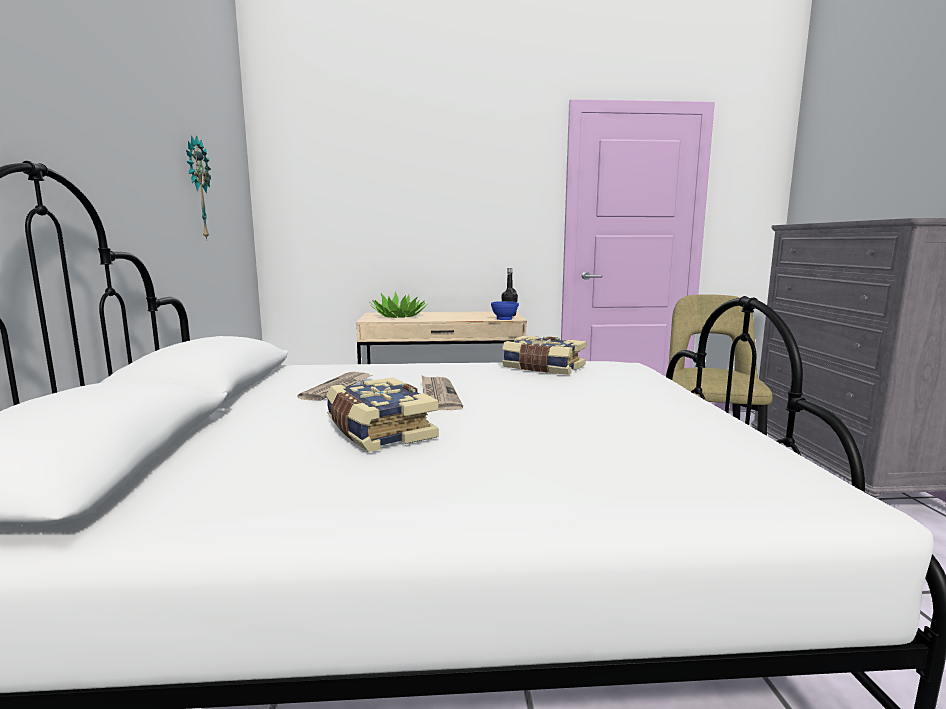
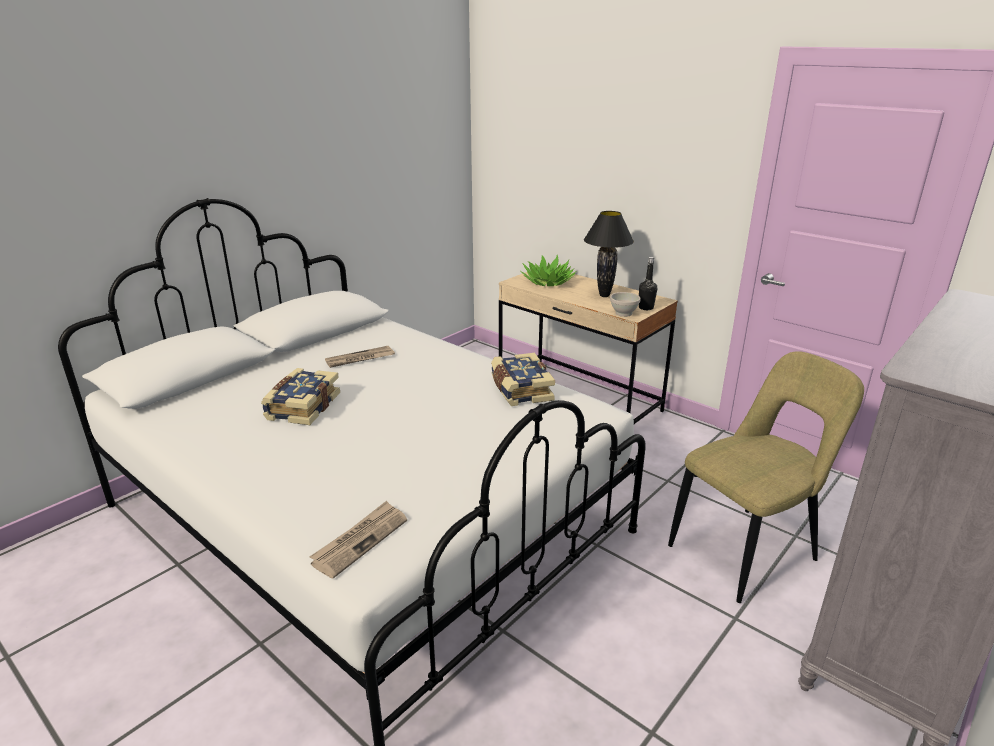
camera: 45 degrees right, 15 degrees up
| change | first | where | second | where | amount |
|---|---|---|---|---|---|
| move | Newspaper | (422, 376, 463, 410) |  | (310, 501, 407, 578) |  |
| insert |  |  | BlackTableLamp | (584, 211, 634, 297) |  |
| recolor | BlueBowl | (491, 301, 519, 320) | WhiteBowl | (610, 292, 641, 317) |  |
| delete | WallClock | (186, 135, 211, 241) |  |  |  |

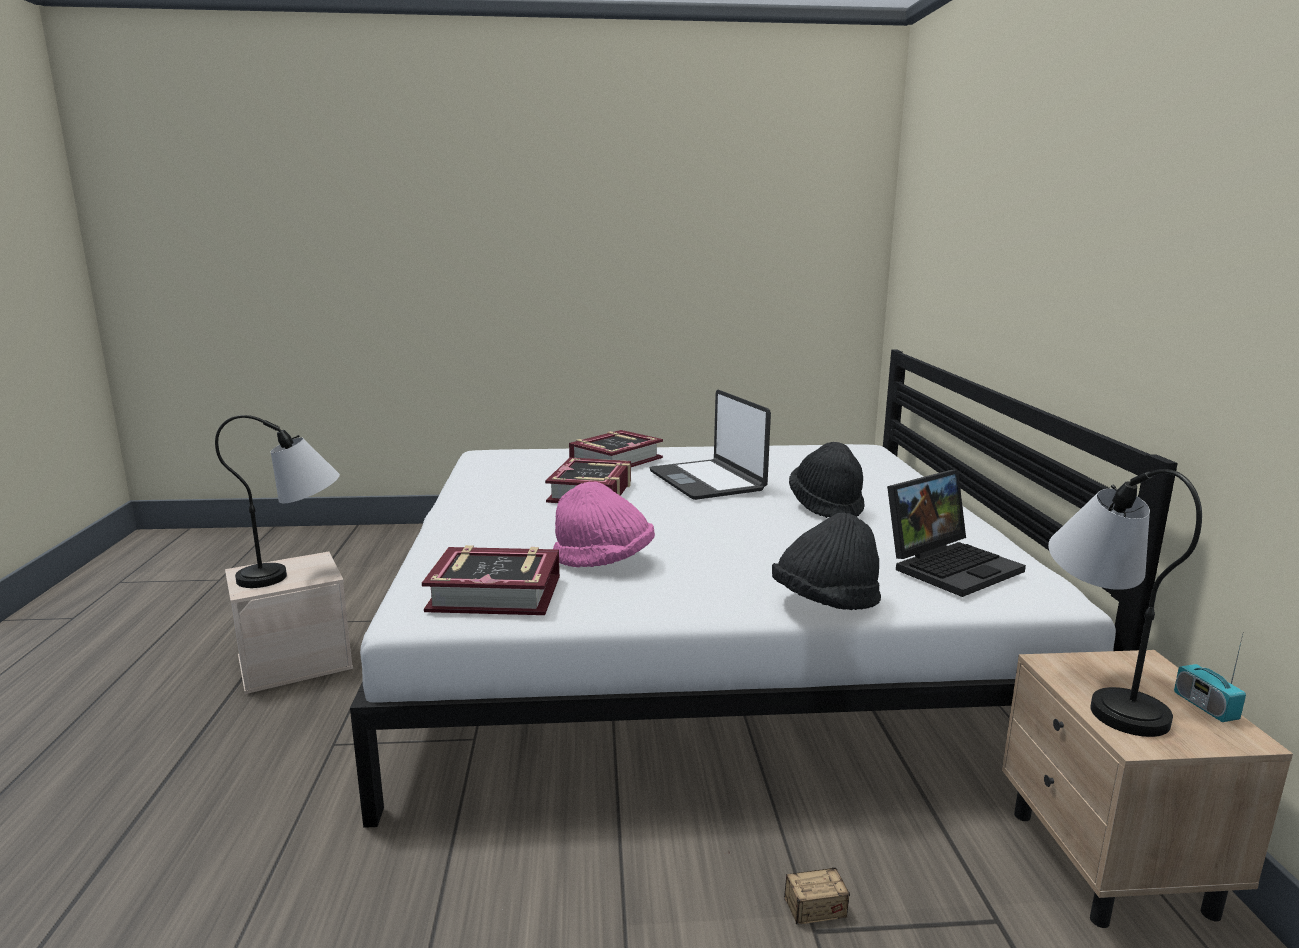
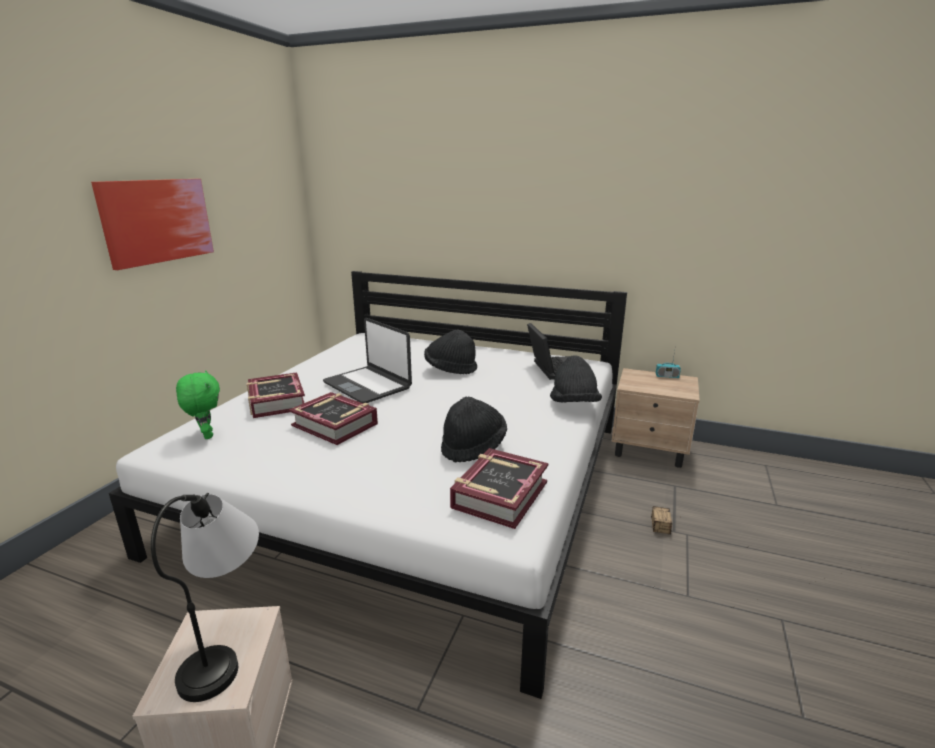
camera: 65 degrees left, 5 degrees up
| change | first | where | second | where | amount |
|---|---|---|---|---|---|
| insert |  |  | Picture | (91, 179, 214, 270) |  |
| insert |  |  | GreenPlushToy | (176, 370, 220, 439) |  |
| rotate | Laptop | (650, 390, 771, 500) |  | (323, 318, 412, 403) | 45 degrees clockwise |
| recolor | PinkHat | (553, 481, 655, 568) | BlackHat | (441, 396, 507, 463) |  |
| delete | TableLamp | (1048, 469, 1202, 737) |  |  |  |

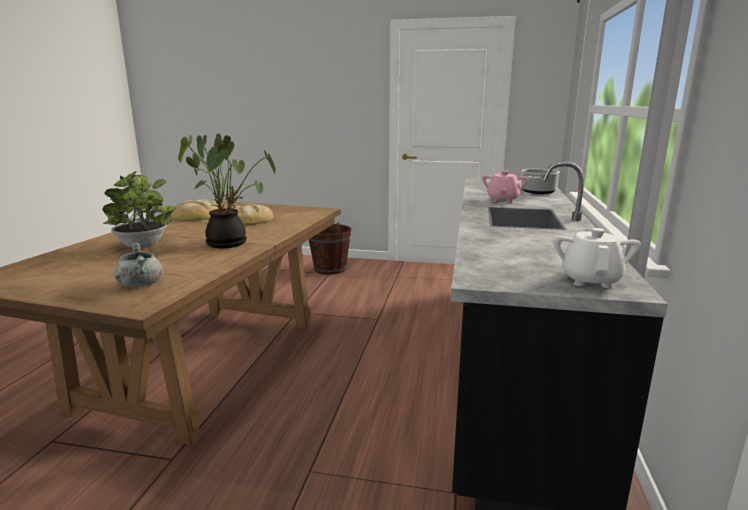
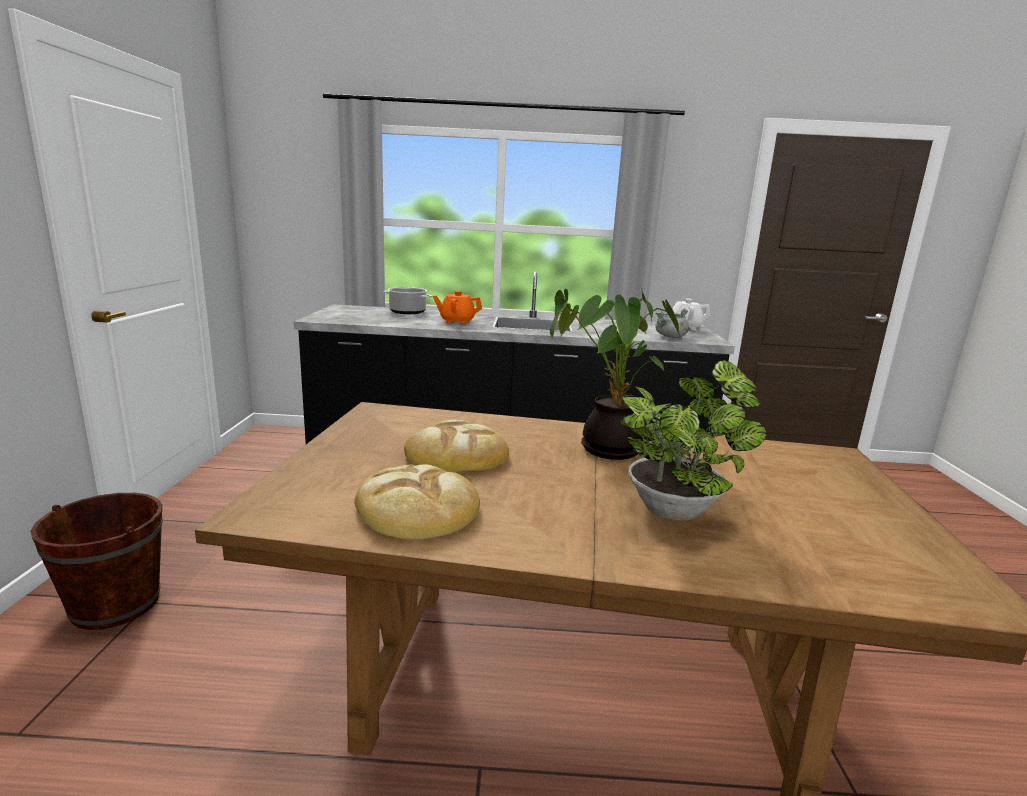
camera: 100 degrees left, 0 degrees up
| change | first | where | second | where | amount |
|---|---|---|---|---|---|
| recolor | PinkTeapot | (482, 170, 528, 203) | OrangeTeapot | (433, 291, 482, 325) |  |
| move | GreyCookingPot | (114, 243, 163, 287) |  | (655, 309, 689, 338) |  |

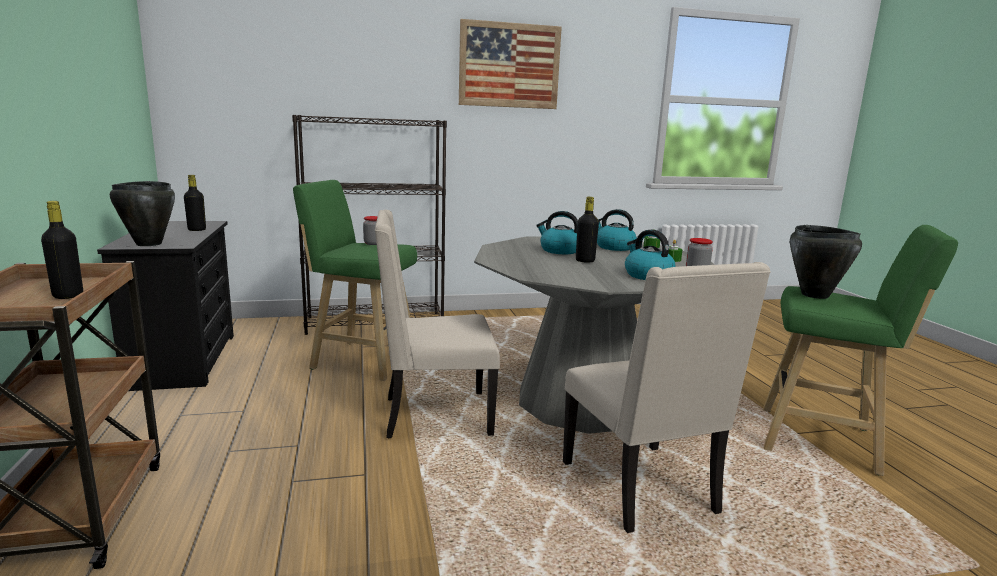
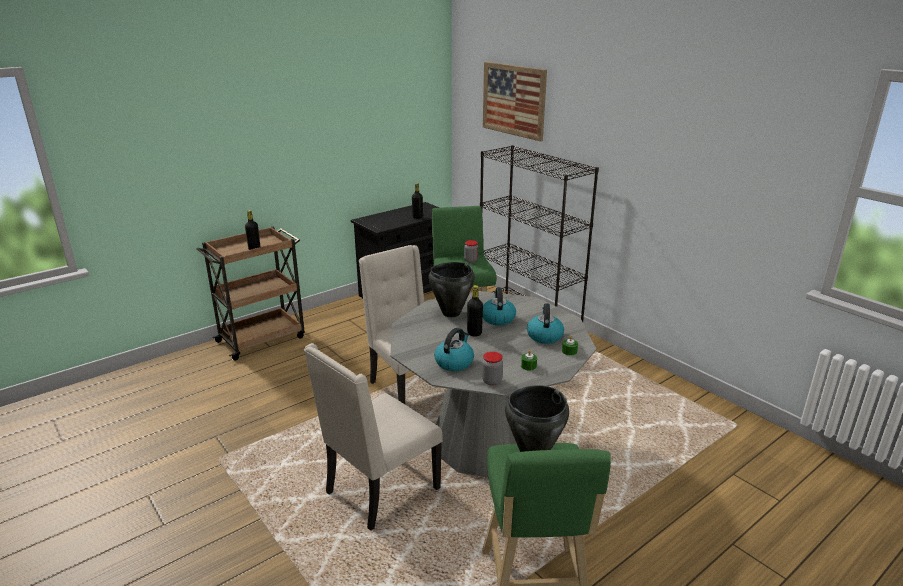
camera: 65 degrees right, 10 degrees up
| change | first | where | second | where | amount |
|---|---|---|---|---|---|
| move | BlackCookingPot | (110, 181, 175, 246) |  | (428, 262, 475, 317) |  |
| move | Picture | (459, 19, 562, 109) |  | (483, 62, 547, 142) |  |

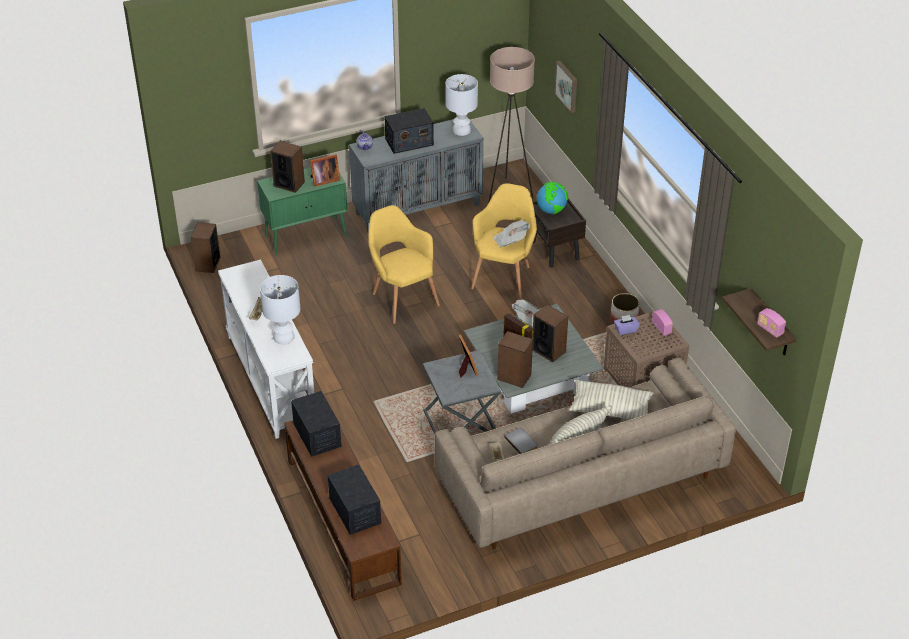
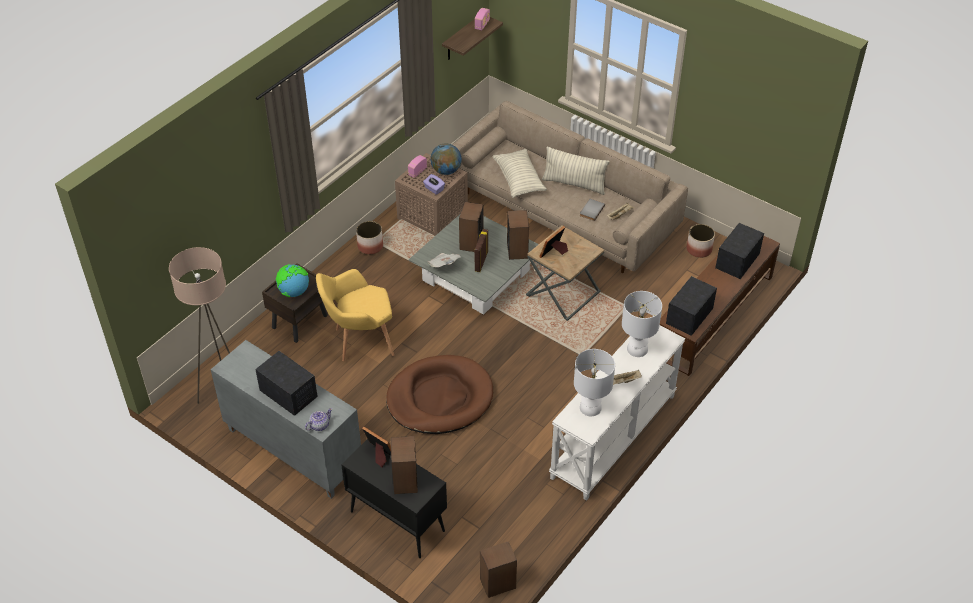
camera: 120 degrees left, 5 degrees up
| change | first | where | second | where | amount |
|---|---|---|---|---|---|
| recolor | GreenCabinet | (257, 168, 348, 256) | BlackCabinet | (341, 439, 447, 558) |  |
| replace | YellowArmchair | (368, 205, 440, 324) | BrownDogBed | (386, 355, 493, 434) |  |
| insert |  |  | Globe | (430, 144, 462, 175) |  |
| recolor | GreySideTable | (423, 350, 501, 434) | BrownSideTable | (526, 226, 604, 321) |  |
| move | WhiteTableLamp | (445, 74, 478, 136) |  | (574, 349, 615, 416) |  |
| insert |  |  | Planter | (686, 224, 715, 258) |  |
| delete | Newspaper | (493, 220, 530, 248) |  |  |  |
| delete | Picture | (554, 61, 577, 113) |  |  |  |

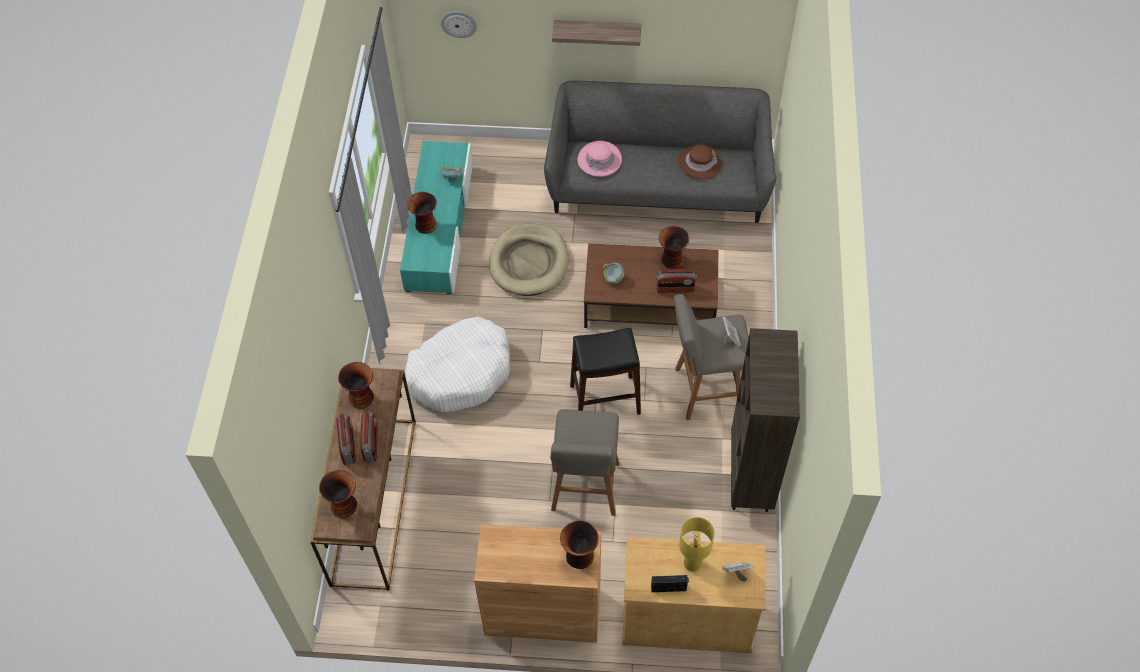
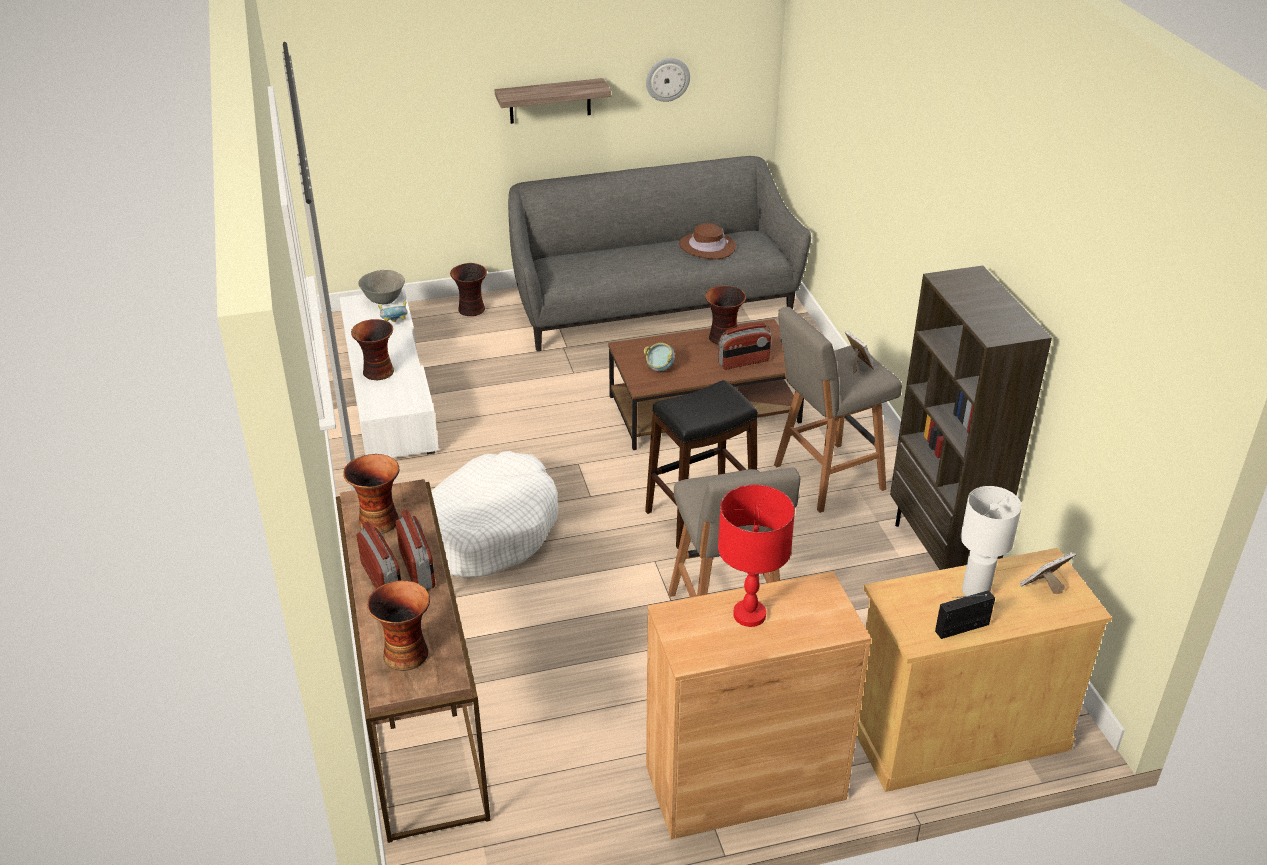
camera: 20 degrees left, 20 degrees down
| change | first | where | second | where | amount |
|---|---|---|---|---|---|
| recolor | TurquoiseTvStand | (400, 141, 473, 294) | WhiteTvStand | (339, 289, 439, 458) |  |
| insert |  |  | GreyBowl | (358, 270, 405, 304) |  |
| move | Vase | (560, 520, 599, 569) |  | (450, 263, 487, 316) |  |
| move | WallClock | (441, 11, 477, 38) |  | (646, 58, 690, 102) |  |
| insert |  |  | RedTableLamp | (718, 484, 795, 627) |  |
| recolor | YellowTableLamp | (679, 517, 715, 572) | WhiteTableLamp | (961, 486, 1022, 596) |  |
| delete | BeigeDogBed | (489, 224, 569, 296) |  |  |  |
| delete | PinkHat | (578, 141, 622, 177) |  |  |  |

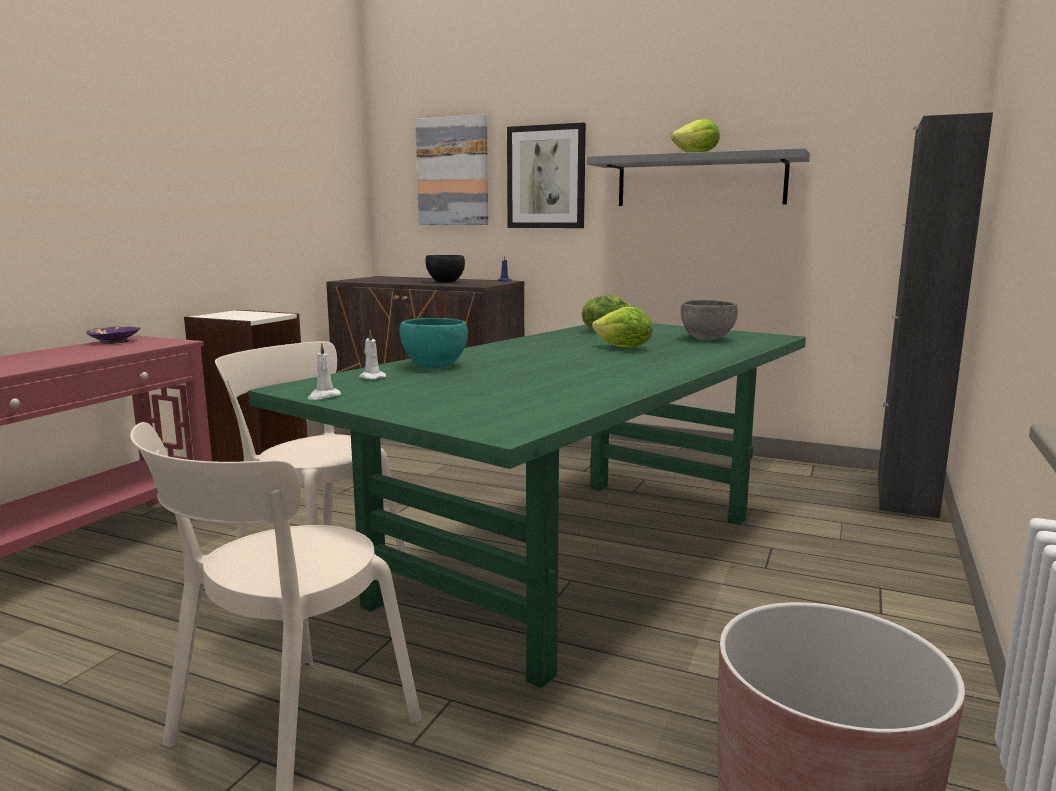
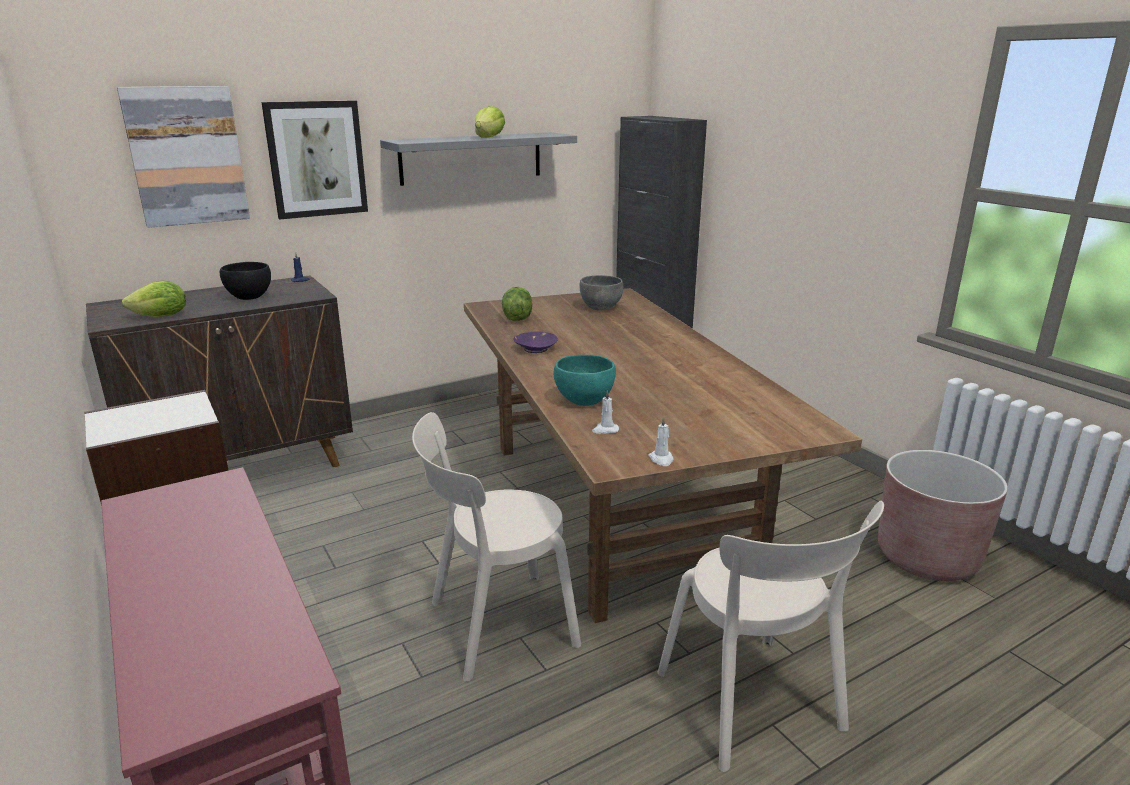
camera: 55 degrees left, 10 degrees up
| change | first | where | second | where | amount |
|---|---|---|---|---|---|
| move | Lettuce | (592, 307, 652, 348) |  | (122, 281, 186, 317) |  |
| recolor | GreenDiningTable | (248, 323, 806, 688) | BrownDiningTable | (464, 288, 862, 623) |  |
| move | PurpleBowl | (86, 327, 140, 344) |  | (514, 331, 558, 353) |  |

